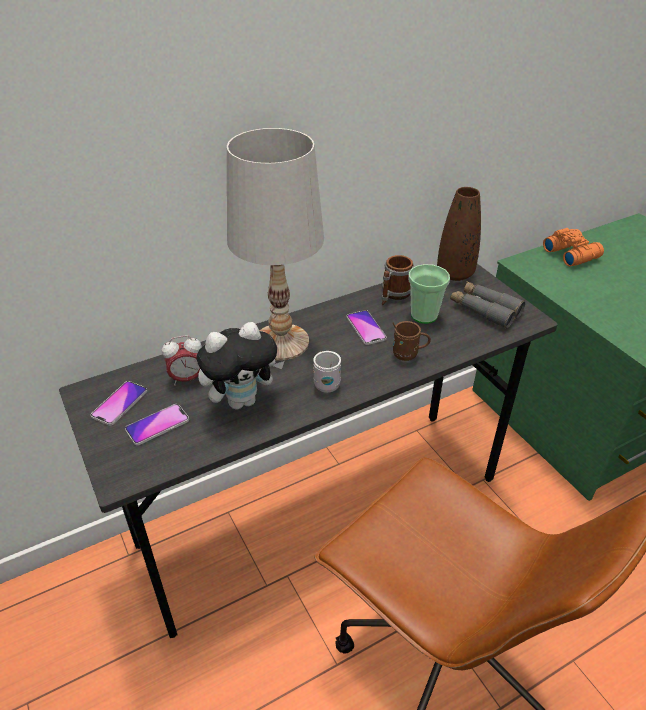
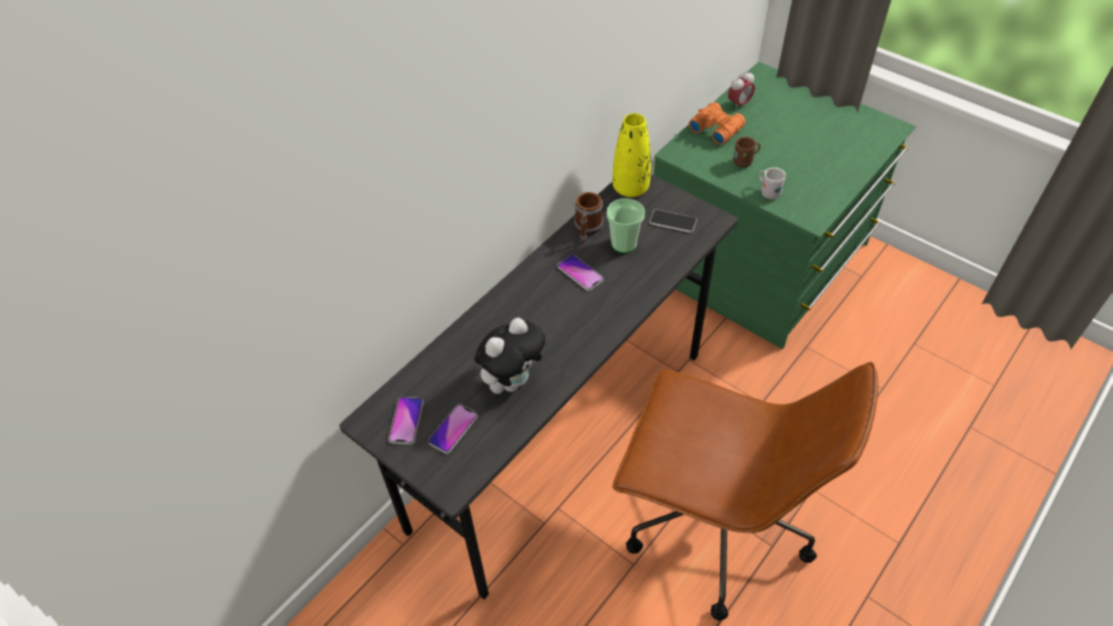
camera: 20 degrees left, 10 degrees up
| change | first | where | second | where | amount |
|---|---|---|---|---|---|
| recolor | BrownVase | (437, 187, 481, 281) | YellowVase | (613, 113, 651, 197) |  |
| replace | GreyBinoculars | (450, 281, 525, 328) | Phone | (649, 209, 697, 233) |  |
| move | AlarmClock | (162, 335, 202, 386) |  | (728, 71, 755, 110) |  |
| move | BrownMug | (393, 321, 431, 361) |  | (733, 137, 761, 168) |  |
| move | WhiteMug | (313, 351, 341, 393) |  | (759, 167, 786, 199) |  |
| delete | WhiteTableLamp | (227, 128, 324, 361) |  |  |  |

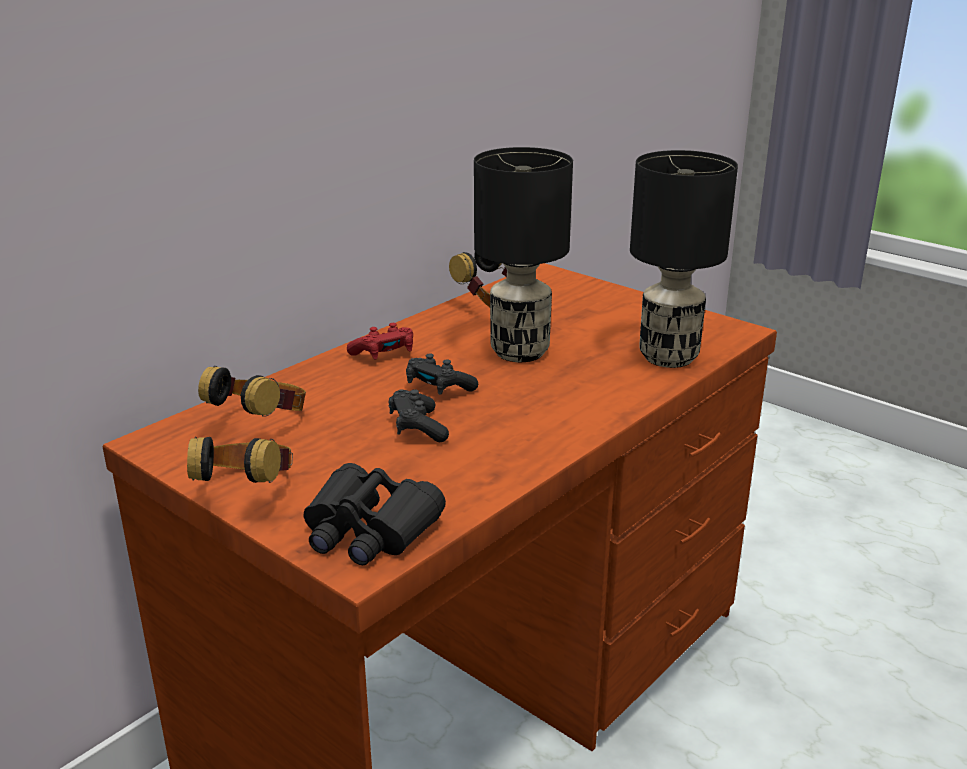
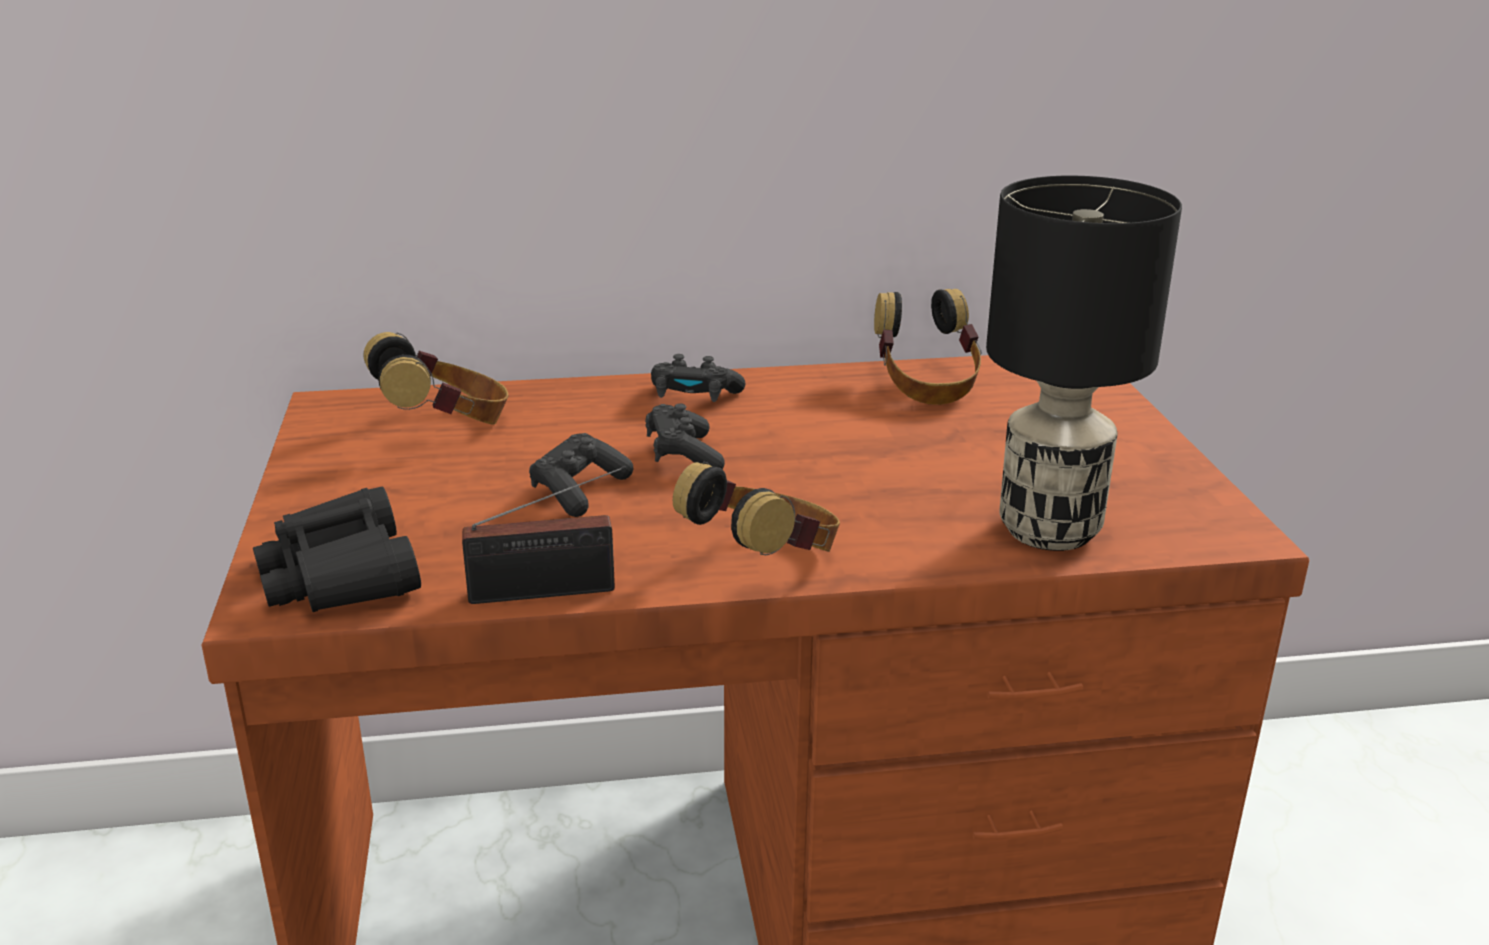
camera: 40 degrees right, 0 degrees up
| change | first | where | second | where | amount |
|---|---|---|---|---|---|
| insert |  |  | Radio | (462, 466, 626, 604) |  |
| recolor | RedGameController | (347, 323, 413, 360) | BlackGameController | (651, 354, 745, 402) |  |
| move | Headphones | (187, 437, 293, 483) |  | (673, 462, 840, 555) |  |
| delete | BlackTableLamp | (474, 147, 573, 362) |  |  |  |

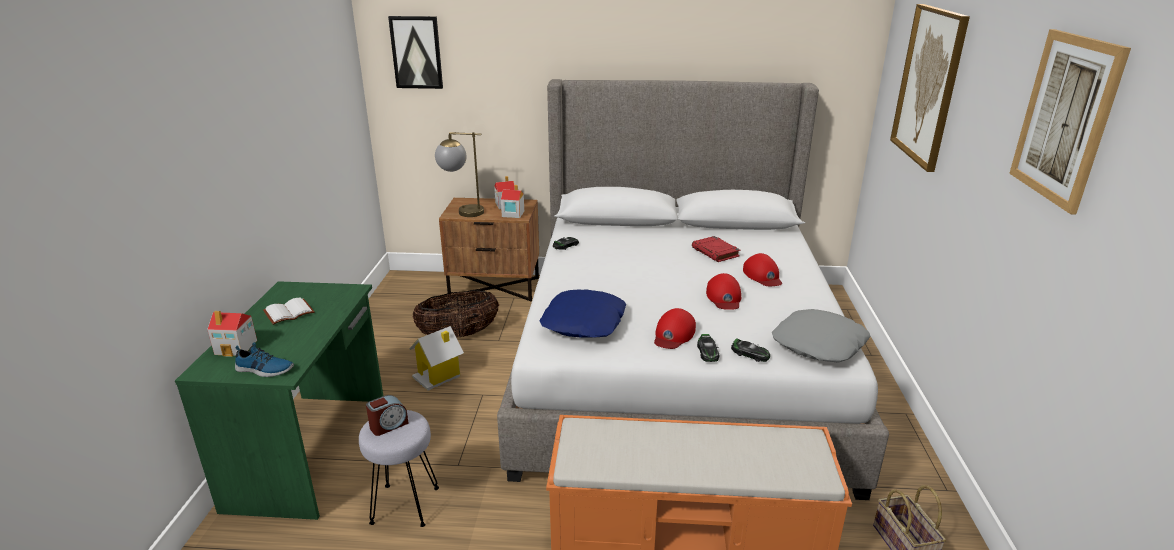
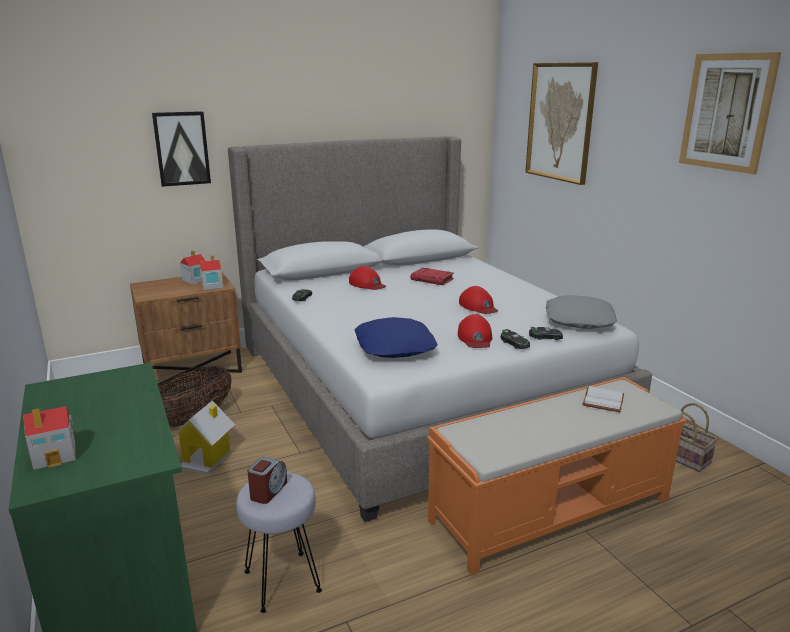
camera: 30 degrees left, 5 degrees down
| change | first | where | second | where | amount |
|---|---|---|---|---|---|
| move | Picture | (388, 16, 443, 89) |  | (152, 111, 211, 187) |  |
| move | RedCap | (743, 253, 782, 286) |  | (349, 266, 386, 290) |  |
| move | WhiteBook | (263, 298, 315, 325) |  | (582, 386, 624, 412) |  |
| delete | Shoe | (235, 342, 294, 377) |  |  |  |
| delete | TableLamp | (435, 132, 484, 217) |  |  |  |

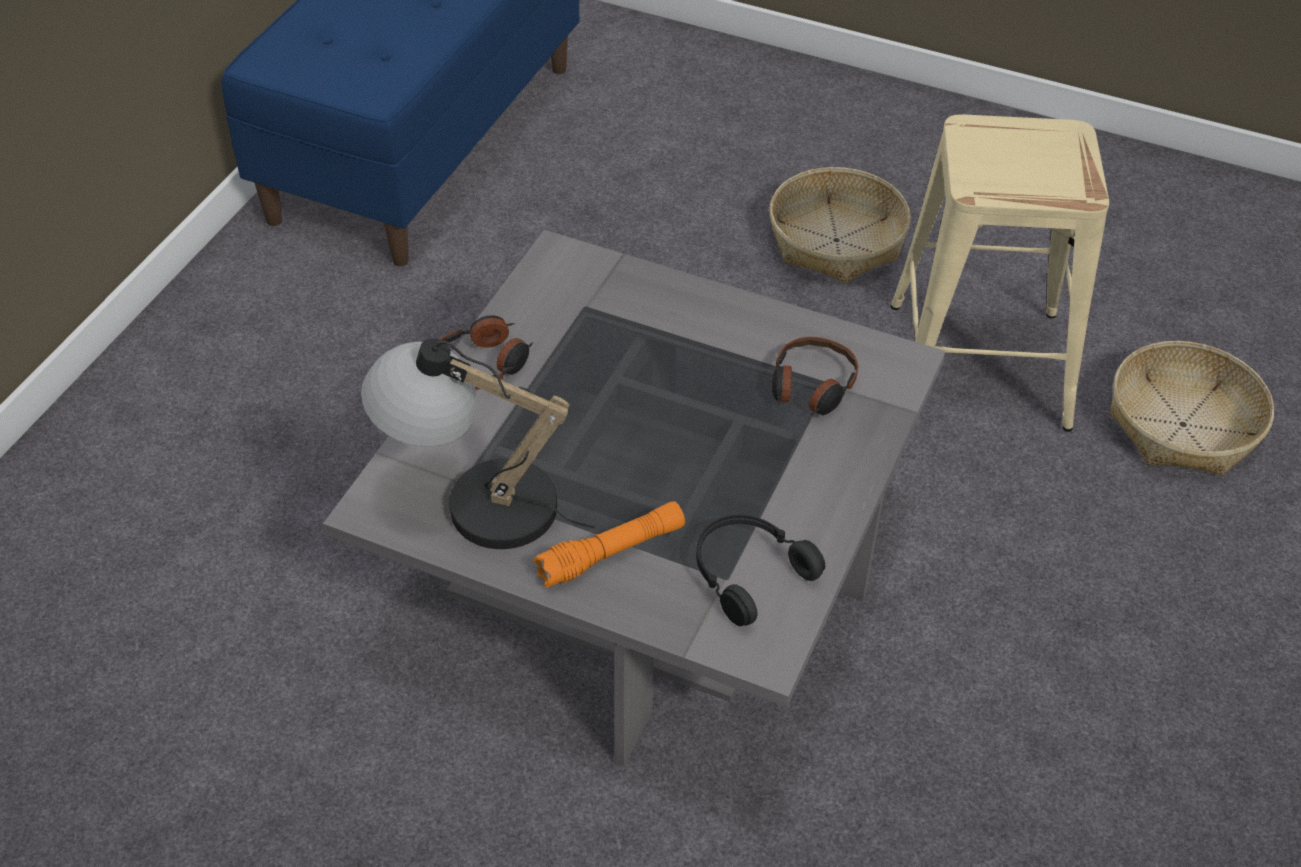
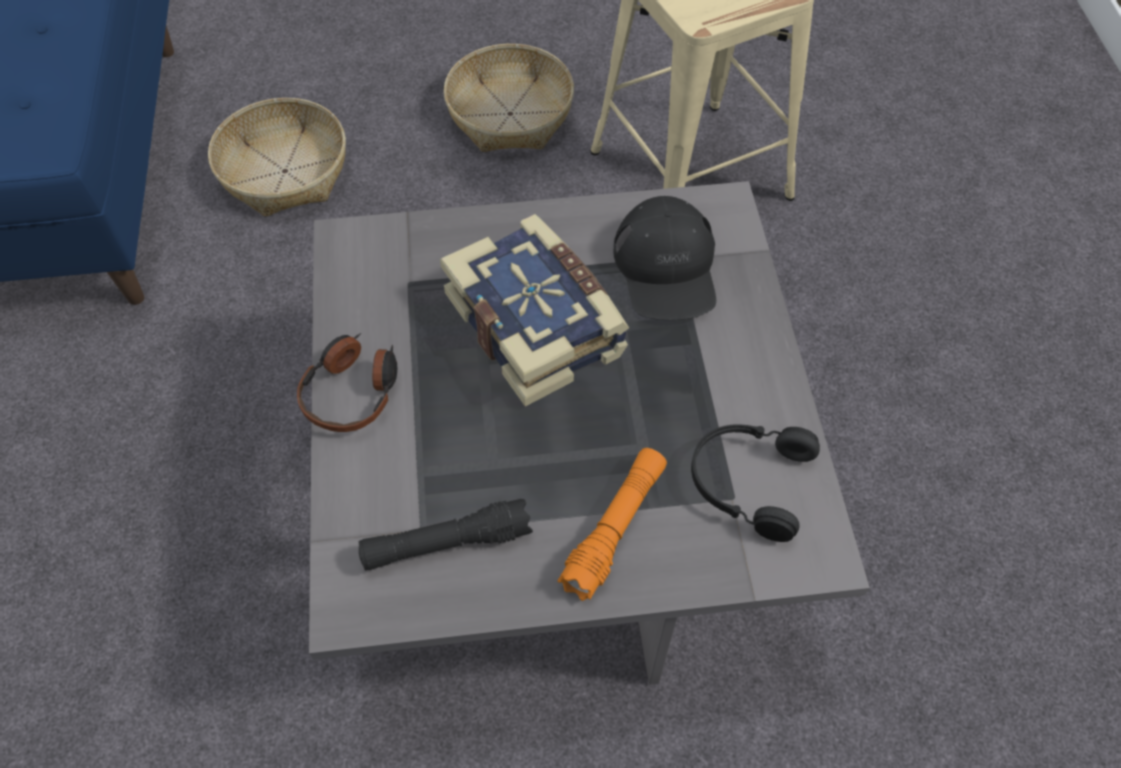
camera: 30 degrees left, 10 degrees up
| change | first | where | second | where | amount |
|---|---|---|---|---|---|
| move | Basket | (1110, 341, 1274, 476) |  | (208, 98, 346, 217) |  |
| replace | TableLamp | (361, 338, 595, 549) | BlackFlashlight | (359, 499, 533, 570) |  |
| insert |  |  | Book | (440, 214, 629, 407) |  |
| replace | Headphones | (772, 337, 859, 415) | BlackCap | (614, 196, 716, 320) |  |

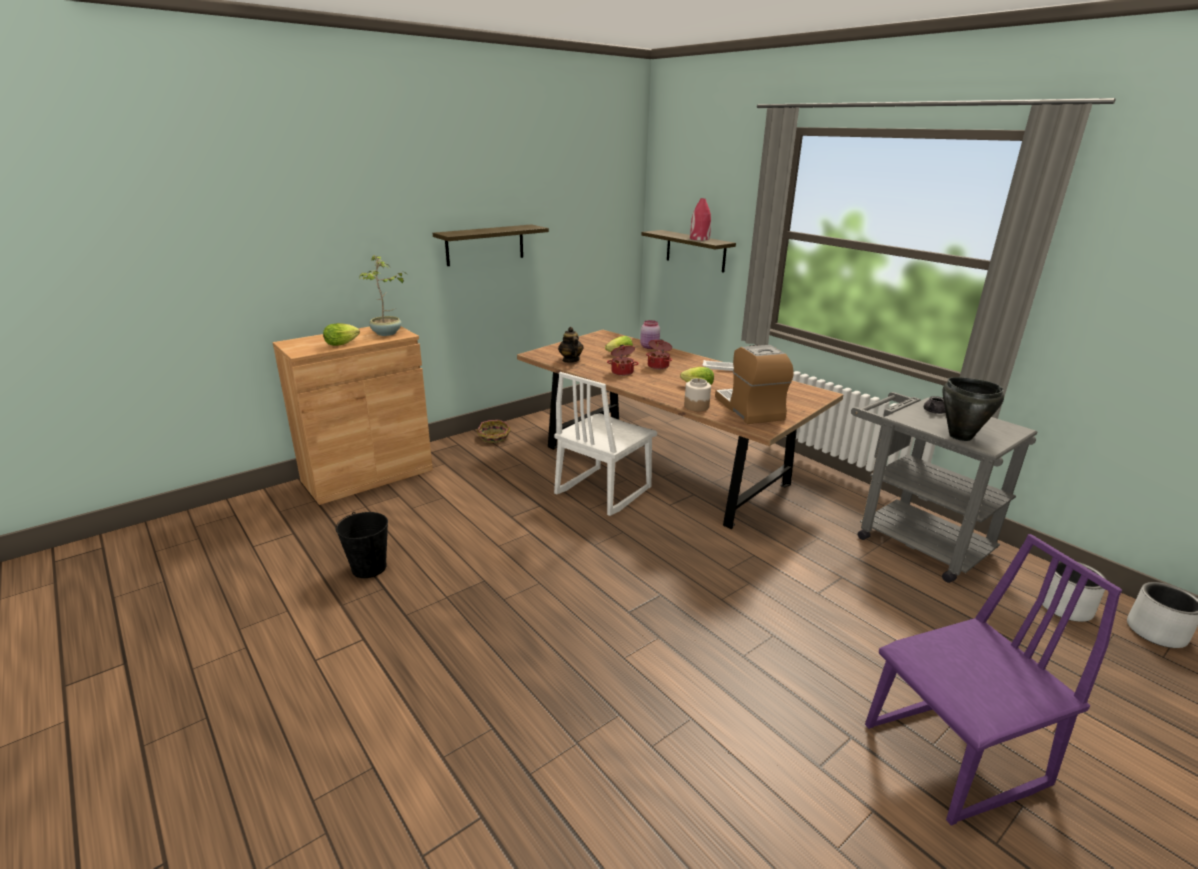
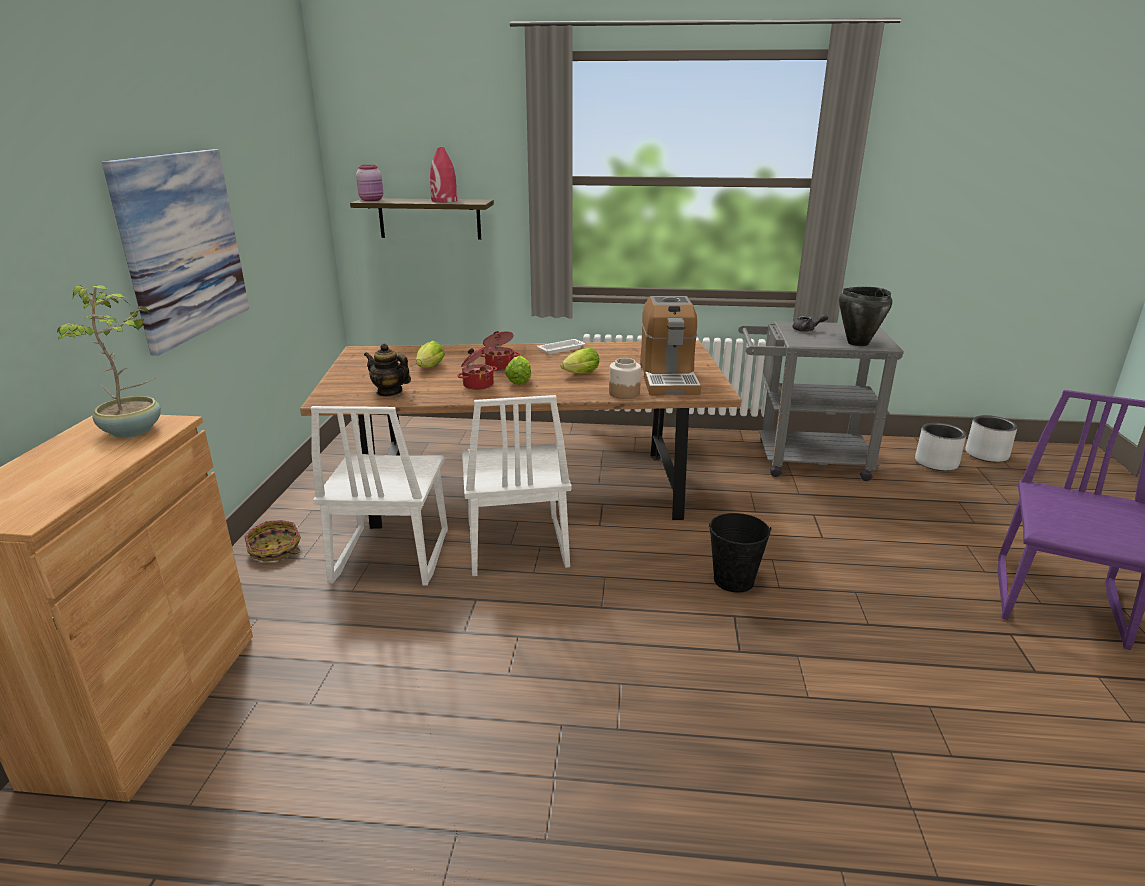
camera: 45 degrees left, 0 degrees up
| change | first | where | second | where | amount |
|---|---|---|---|---|---|
| replace | Shelf | (433, 224, 549, 266) | Picture | (102, 149, 249, 356) |  |
| insert |  |  | WhiteChair | (311, 406, 448, 586) |  |
| move | PinkJar | (640, 320, 660, 349) |  | (356, 165, 383, 201) |  |
| move | Lettuce | (323, 323, 360, 346) |  | (505, 356, 531, 385) |  |
| rotate | CoffeeMachine | (715, 345, 794, 424) |  | (640, 296, 701, 395) | 120 degrees counterclockwise |
| move | BlackBucket | (335, 512, 388, 578) |  | (709, 513, 772, 593) |  |

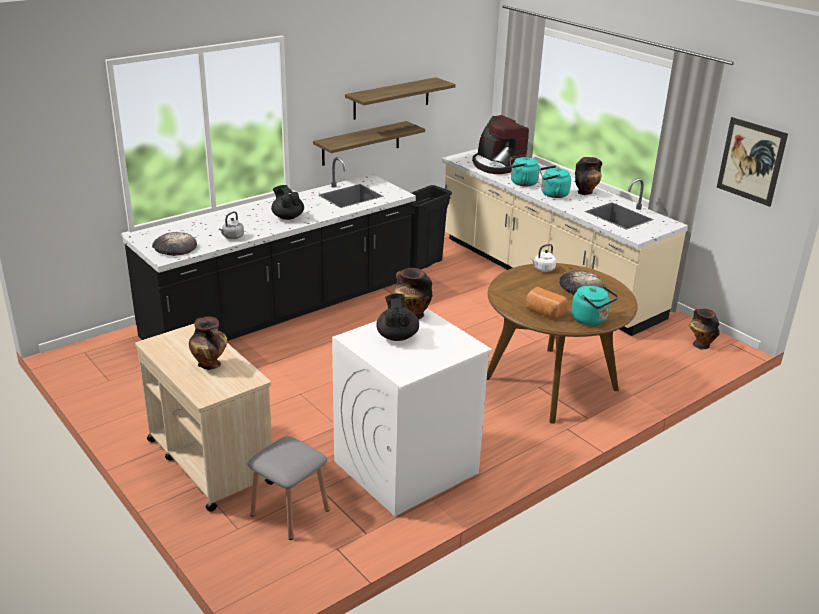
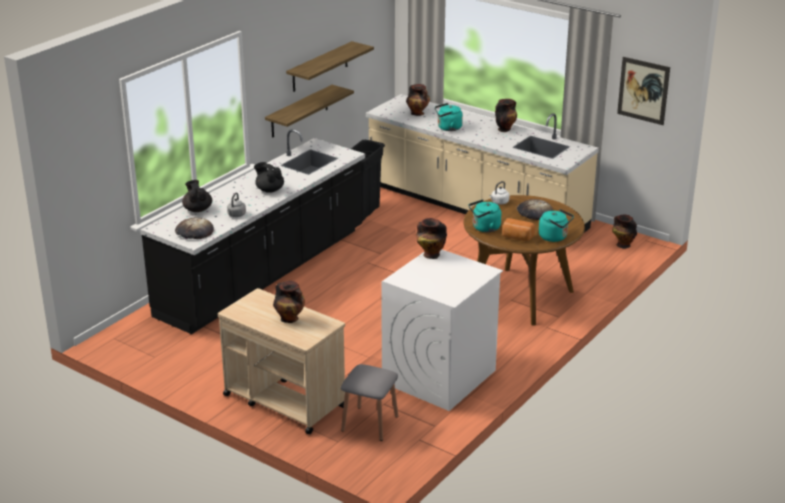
camera: 15 degrees left, 0 degrees up
| change | first | where | second | where | amount |
|---|---|---|---|---|---|
| move | BlackTeapot | (376, 293, 419, 341) |  | (182, 180, 212, 212) |  |
| replace | CoffeeMachine | (472, 115, 529, 174) | Vase | (406, 84, 430, 116) |  |
| move | TurquoiseKettle | (540, 165, 571, 198) |  | (469, 199, 502, 232) |  |

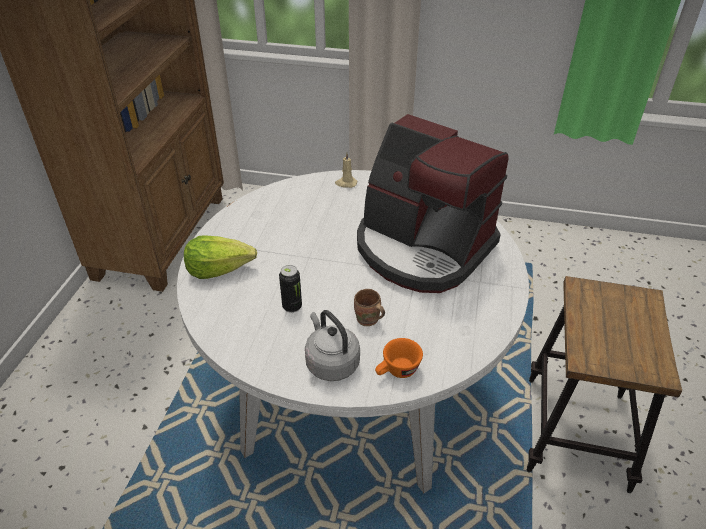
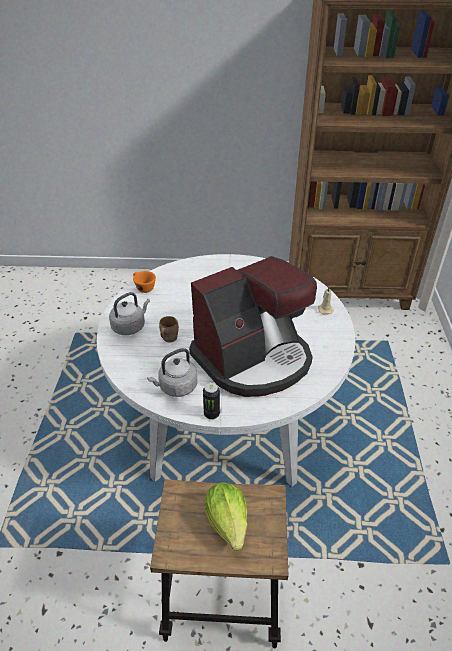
camera: 80 degrees right, 0 degrees up
| change | first | where | second | where | amount |
|---|---|---|---|---|---|
| move | OrangeCup | (375, 338, 423, 378) |  | (133, 271, 156, 293) |  |
| insert |  |  | GreyKettle | (147, 348, 198, 397) |  |
| rotate | CoffeeMachine | (357, 114, 508, 293) |  | (189, 256, 317, 397) | 150 degrees counterclockwise |
| move | Can | (279, 265, 302, 313) |  | (203, 382, 220, 420) |  |
| move | Lettuce | (184, 236, 257, 279) |  | (205, 483, 247, 551) |  |

